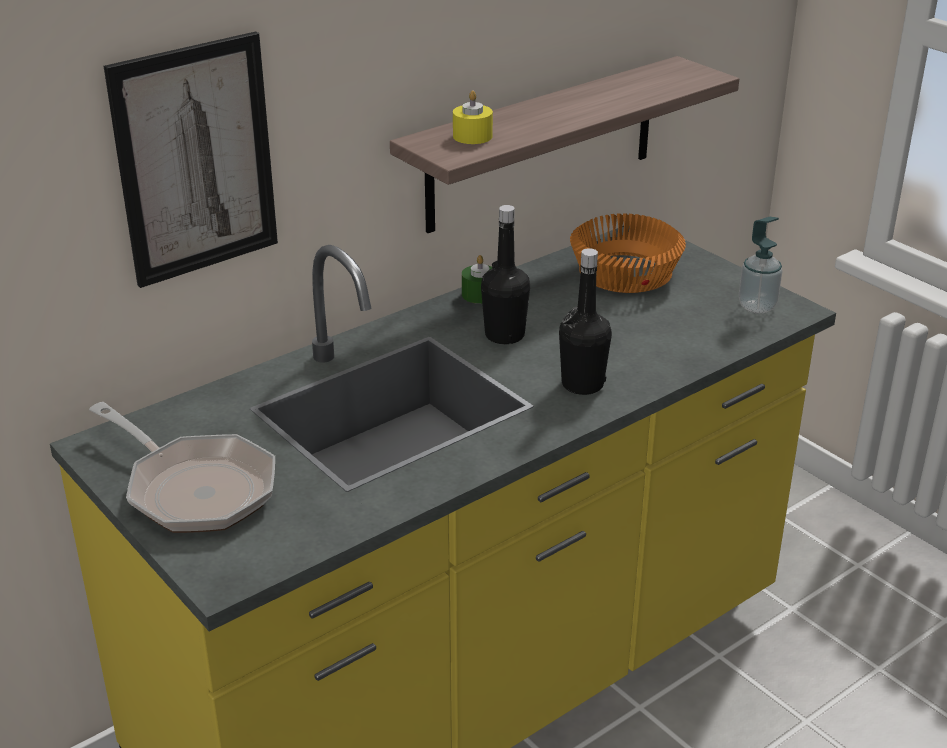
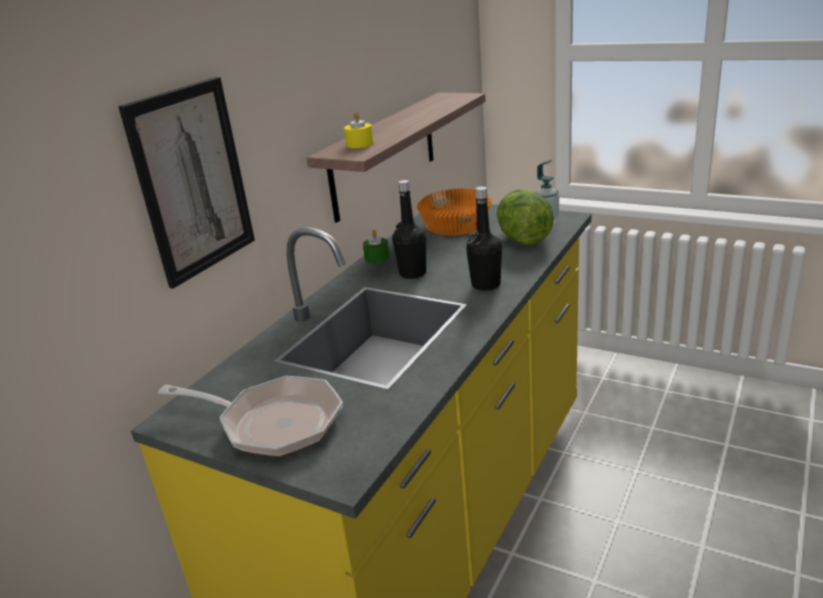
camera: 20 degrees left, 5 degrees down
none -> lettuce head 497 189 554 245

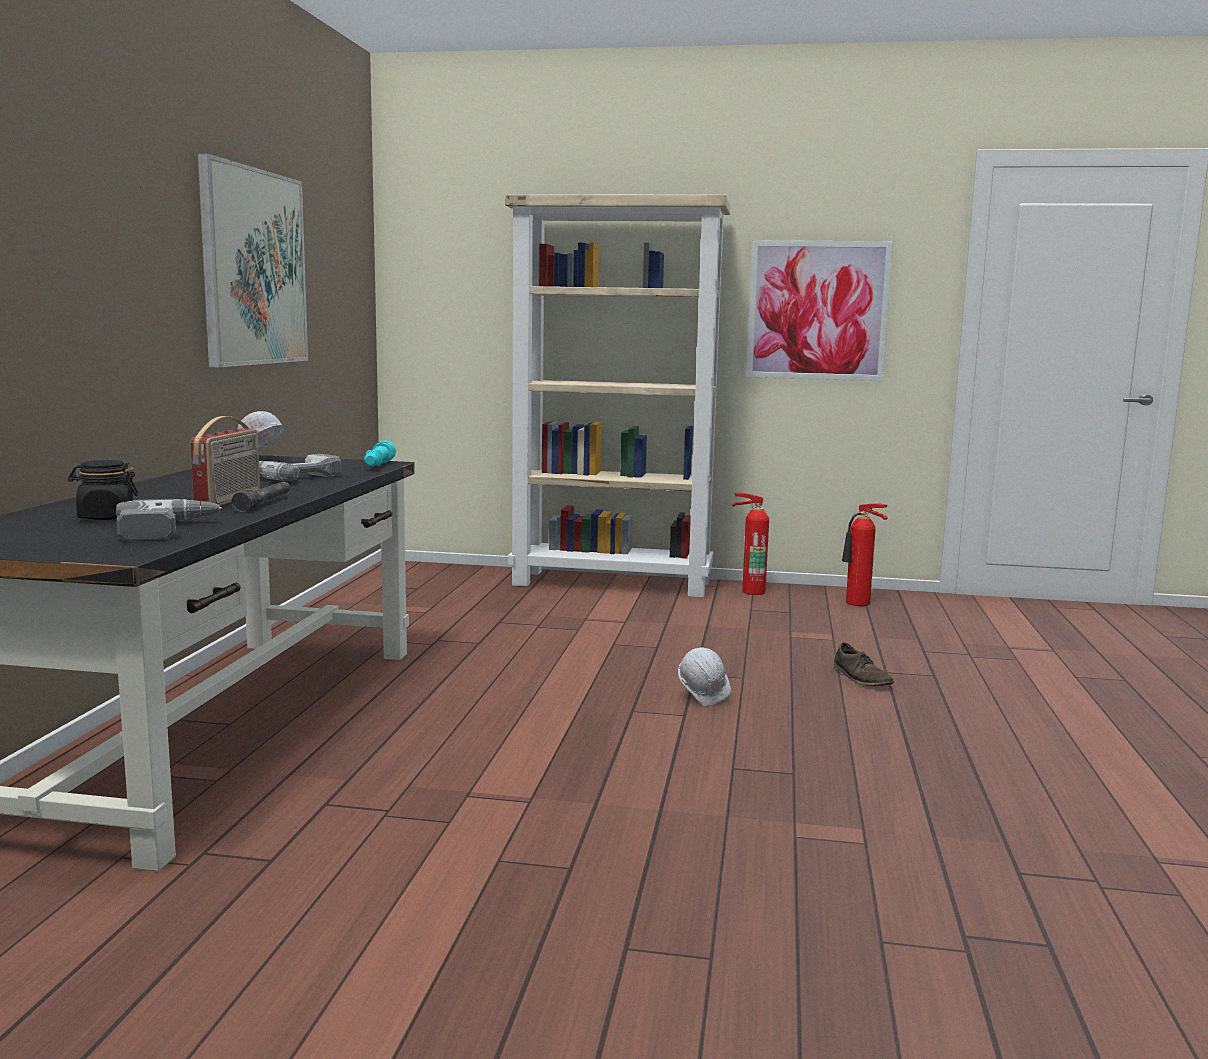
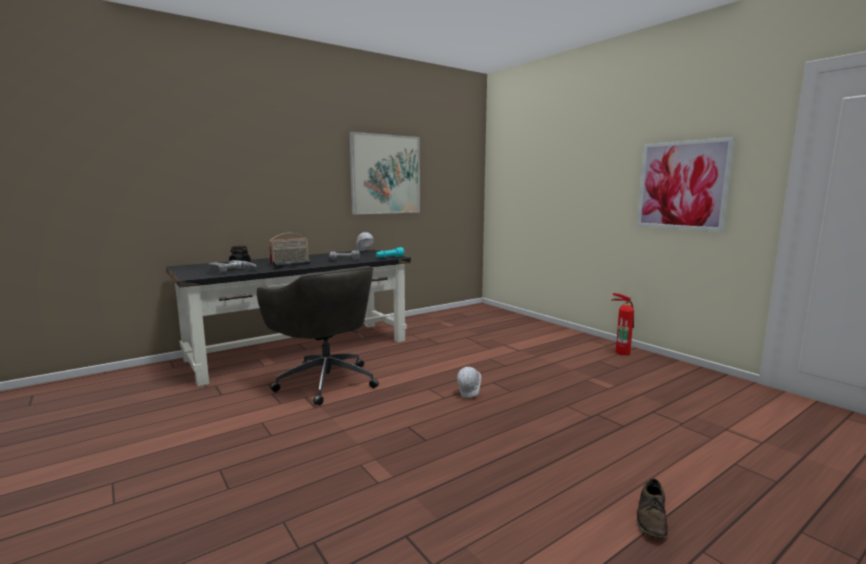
camera: 45 degrees right, 0 degrees up
sand-coloured bookshelf 505 194 731 597 -> none
fire extinguisher 842 503 888 606 -> none
brownish shoe 834 642 894 686 -> brownish shoe 637 479 668 539, moved
none -> grey desk chair 257 266 379 405

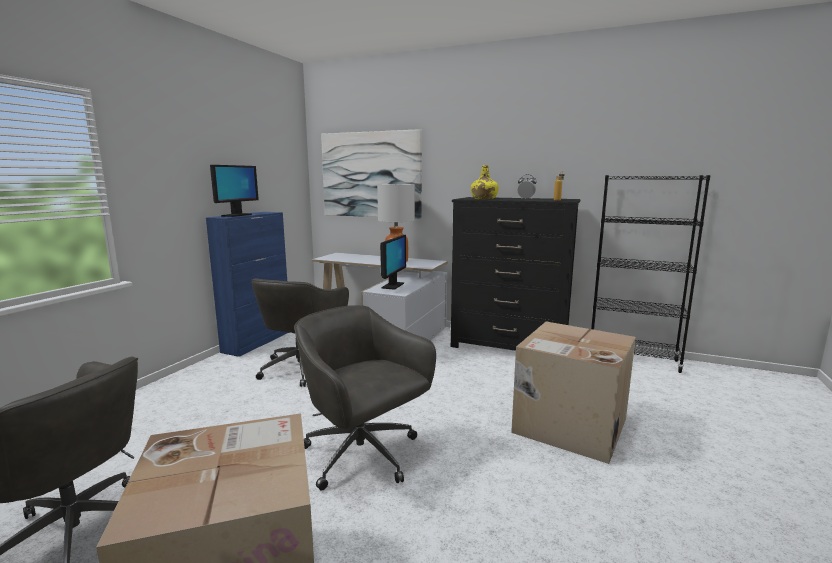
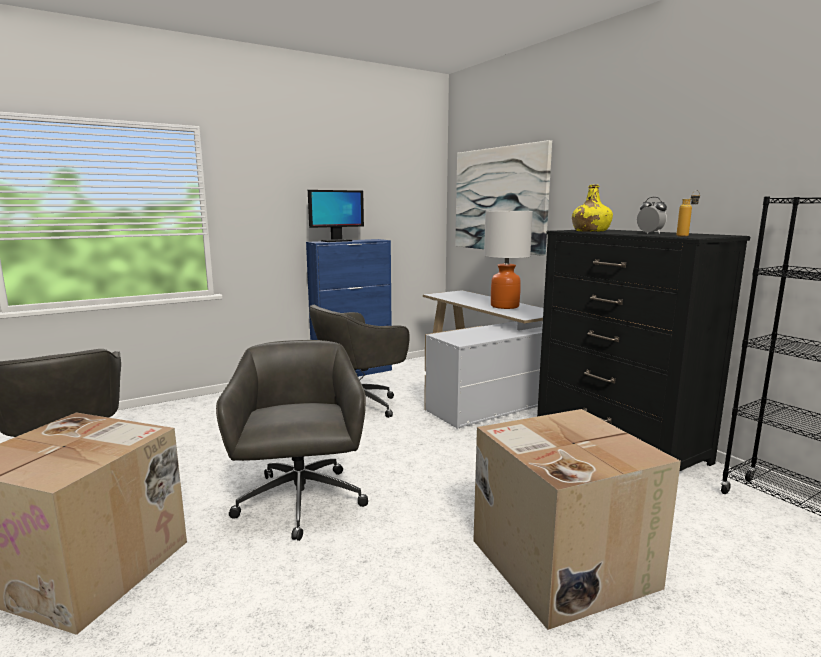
camera: 35 degrees right, 0 degrees up
computer screen 380 235 406 290 -> none

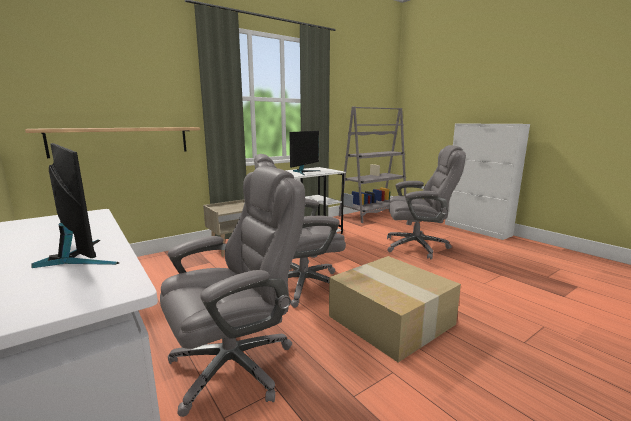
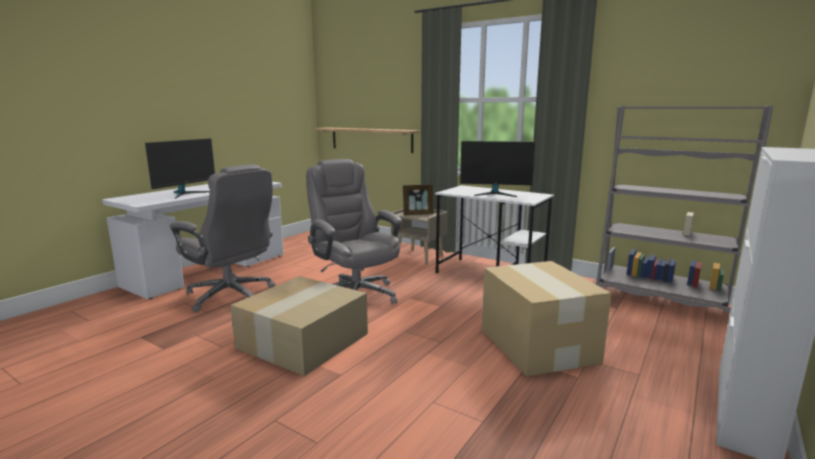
camera: 70 degrees right, 0 degrees up
grey desk chair 387 145 466 259 -> cardboard box 482 261 611 377
none -> picture frame 403 184 434 215

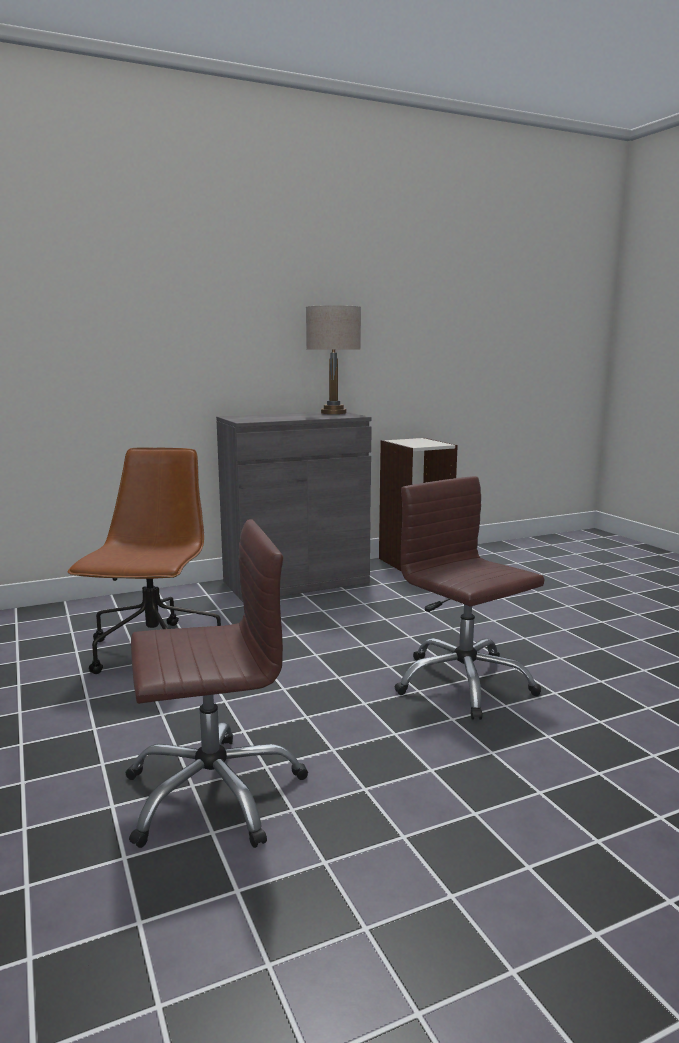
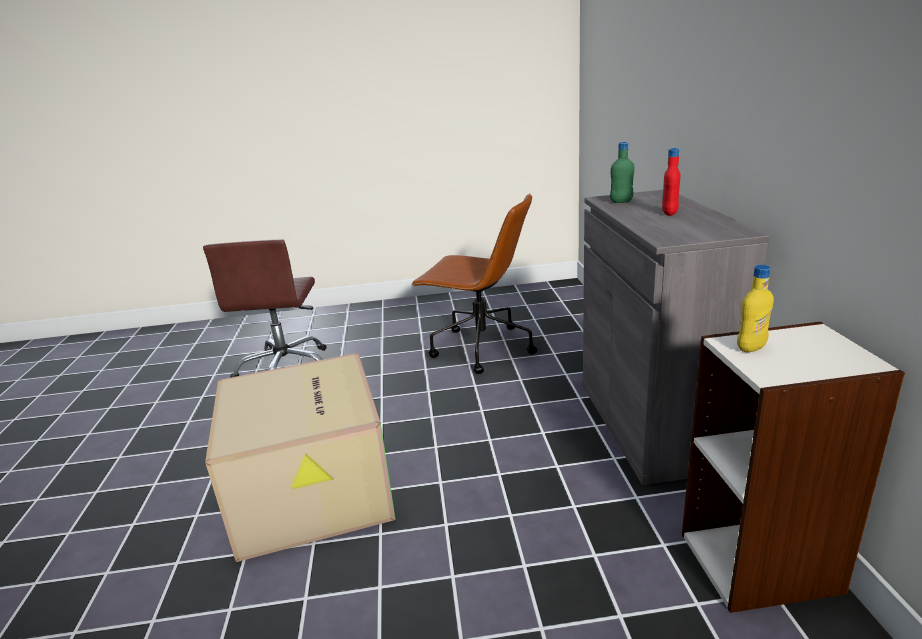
camera: 110 degrees right, 10 degrees up
sand-coloured table lamp 306 305 361 414 -> none
brownish desk chair 394 476 545 720 -> cardboard box 205 353 396 562
none -> green beverage bottle 610 142 635 203
none -> reddish beverage bottle 662 148 680 216
none -> yellow-coloured beverage bottle 737 265 774 352

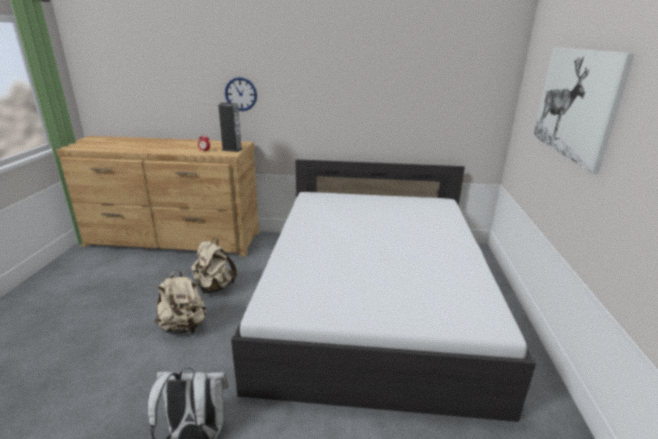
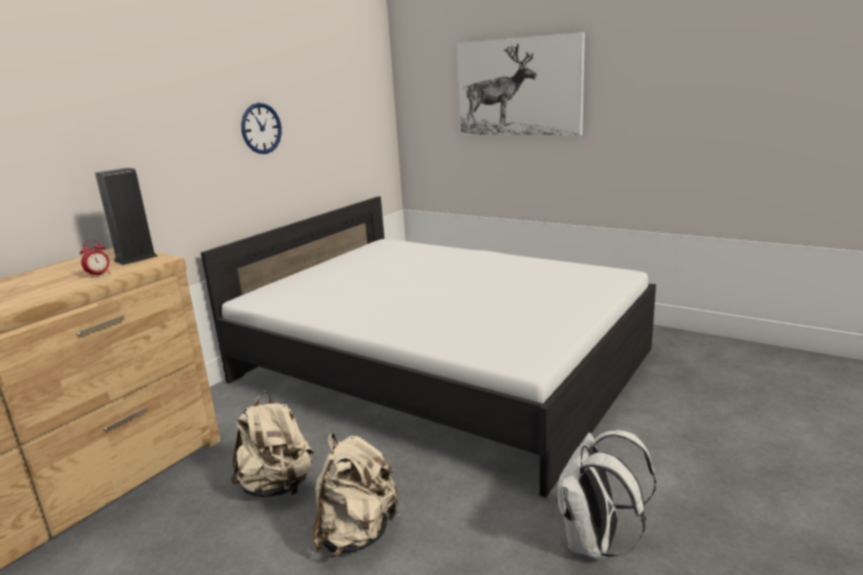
camera: 60 degrees left, 5 degrees down
clock on the wall 225 77 257 111 -> clock on the wall 241 103 282 154, moved

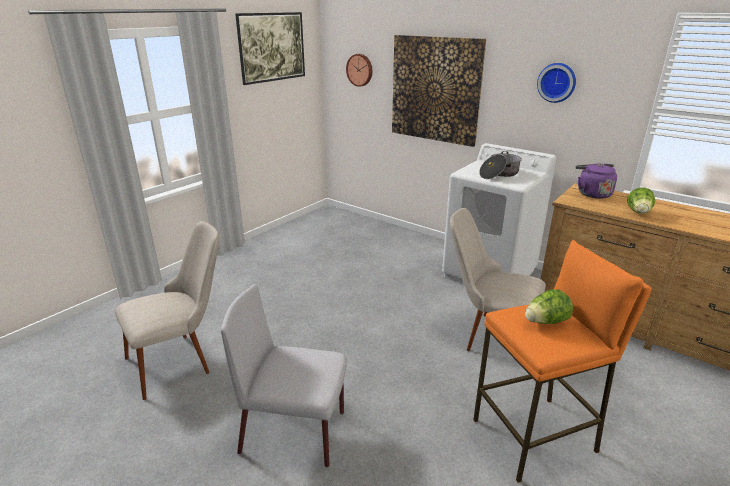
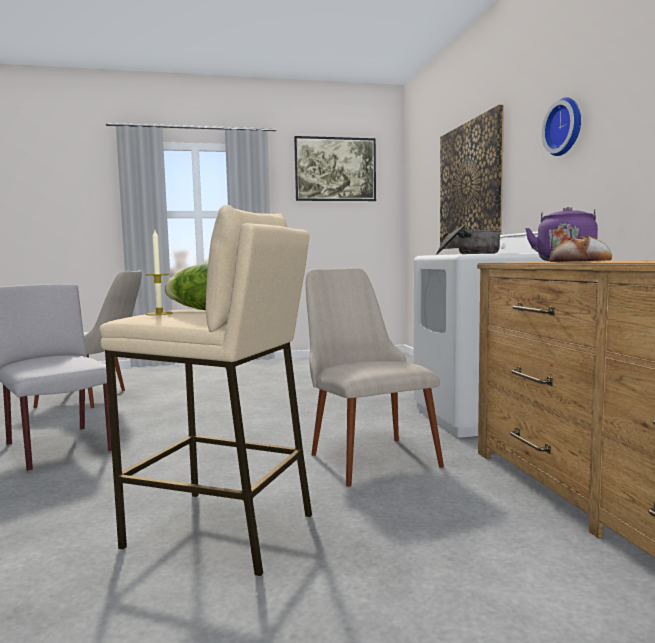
camera: 40 degrees right, 20 degrees down
clock on the wall 346 54 372 87 -> none
lettuce head 627 187 655 214 -> bakery bread 550 235 612 262
orangey stool 473 240 652 483 -> sand-coloured stool 99 205 312 577
none -> wax candle 146 230 173 315

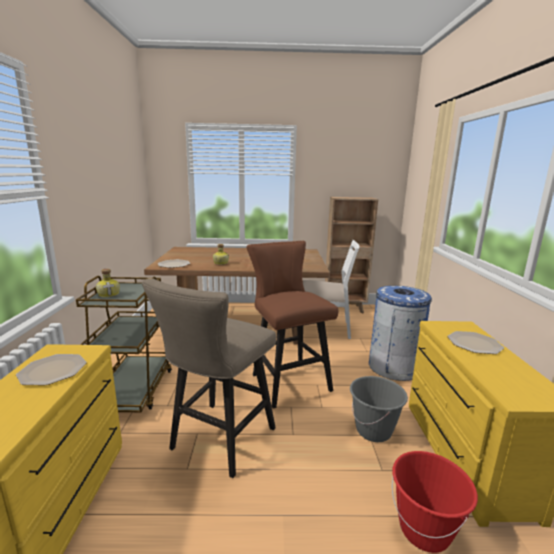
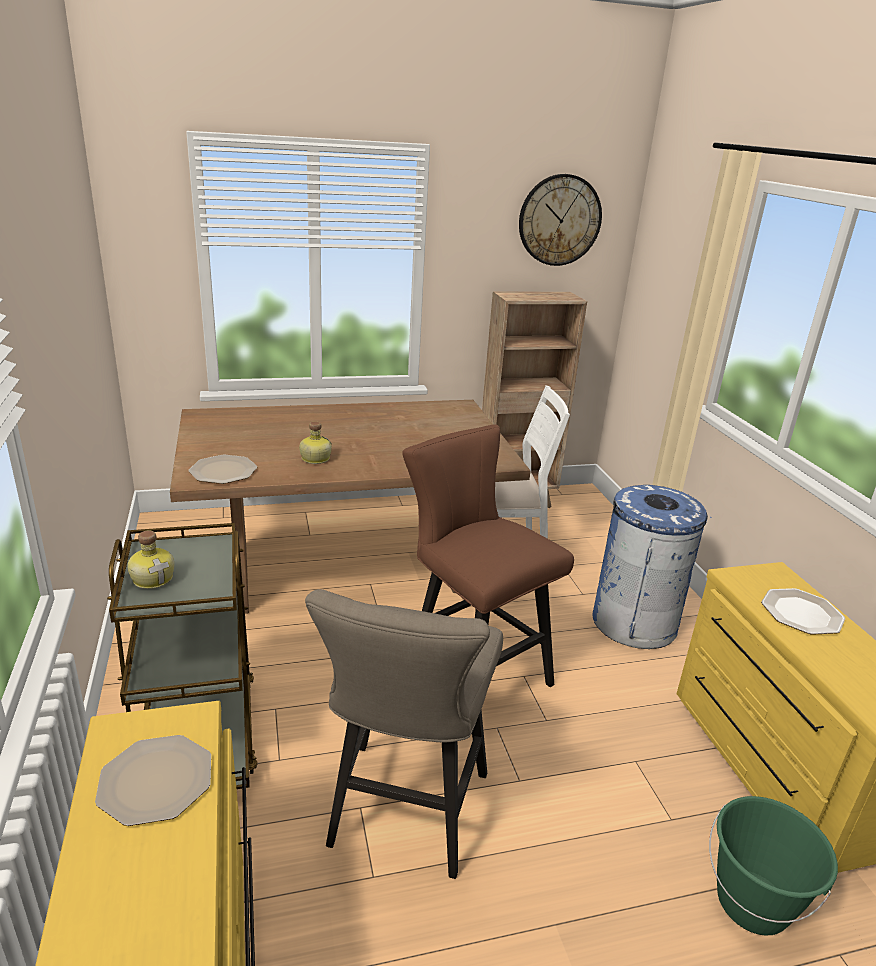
camera: 15 degrees left, 10 degrees up
grey pail 350 376 408 442 -> none
reddish pail 392 451 478 553 -> green pail 709 796 838 936
none -> clock on the wall 519 174 602 266

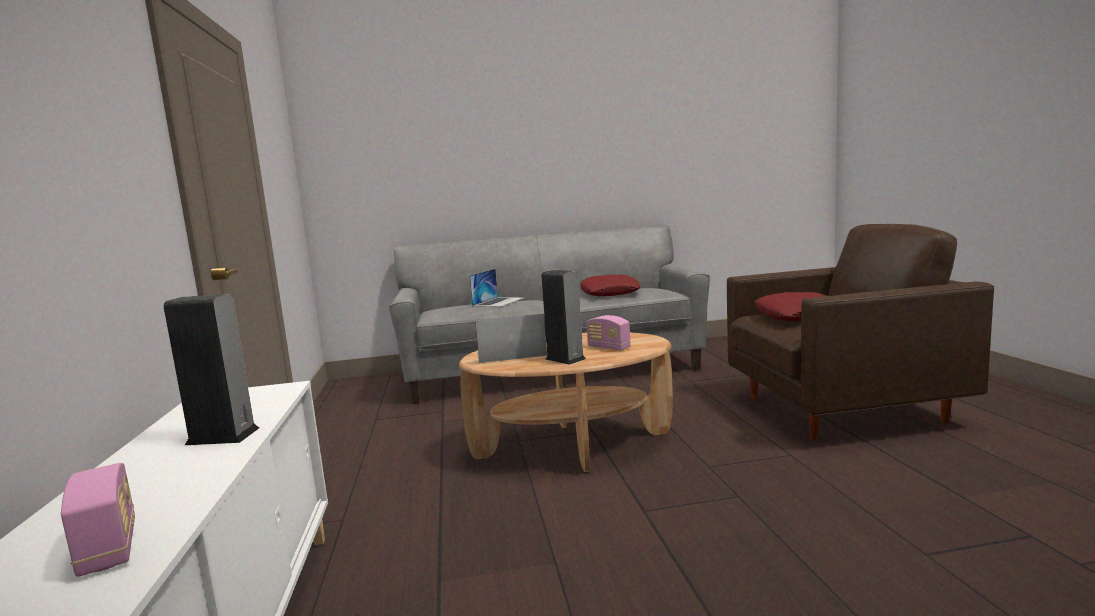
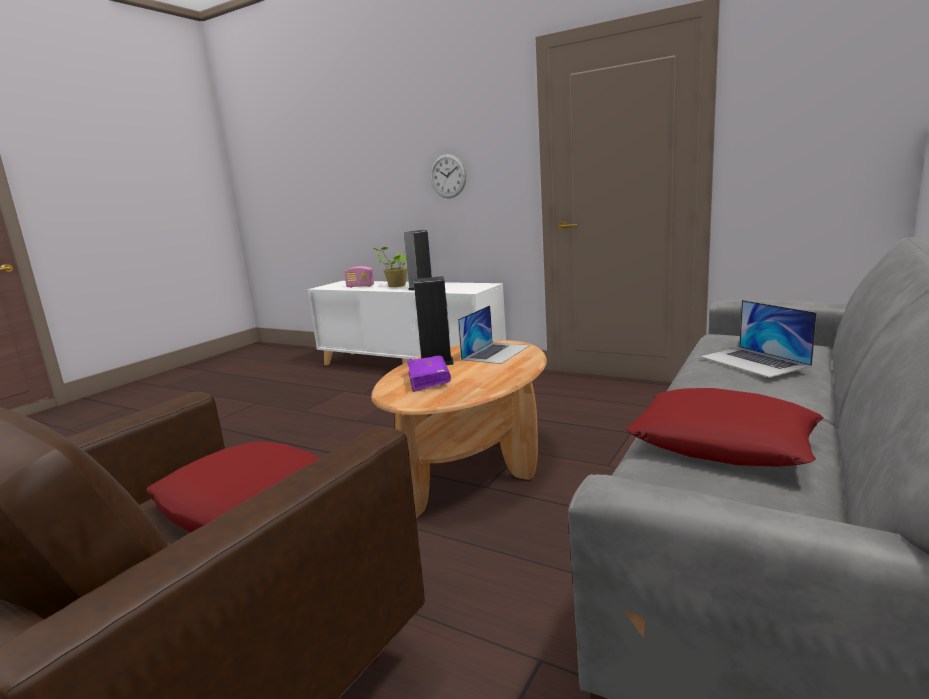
camera: 130 degrees right, 5 degrees up
radio set 586 315 631 351 -> purple volume 407 356 451 392
none -> clock on the wall 430 154 466 198
none -> houseplant 374 247 407 287

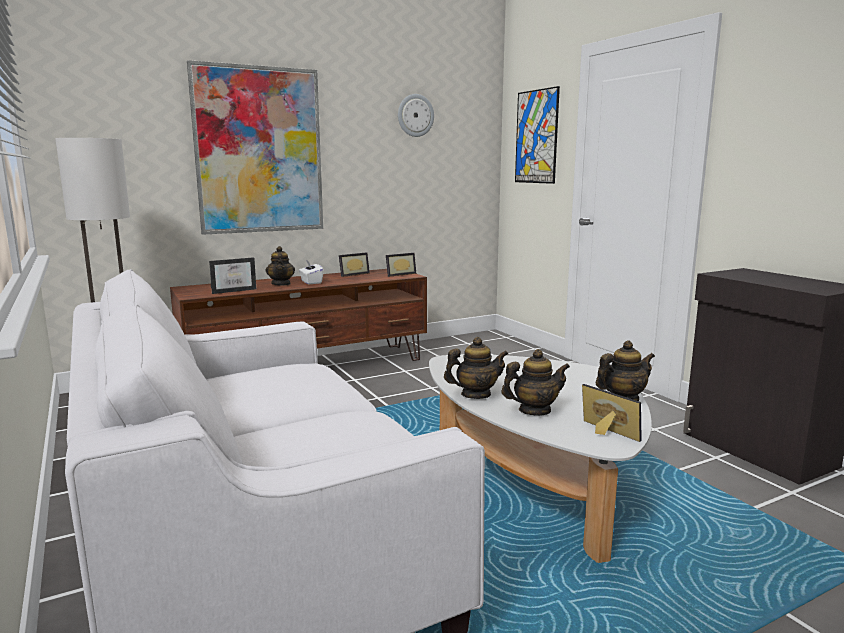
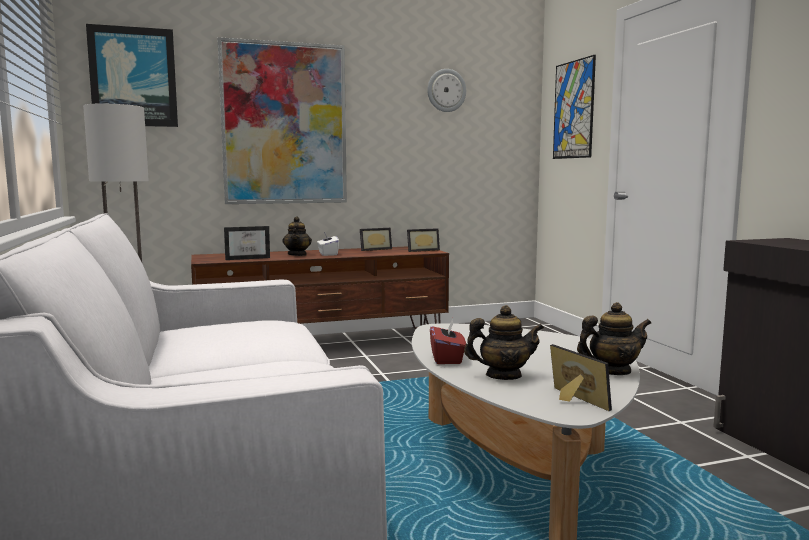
camera: 10 degrees right, 5 degrees down
teapot 444 337 508 399 -> reddish tissue box 430 318 466 364
none -> wall art 86 24 178 127

